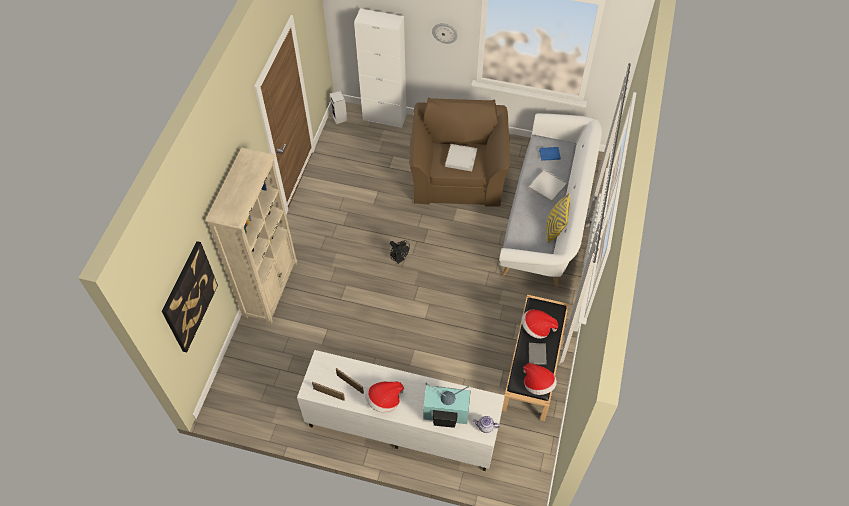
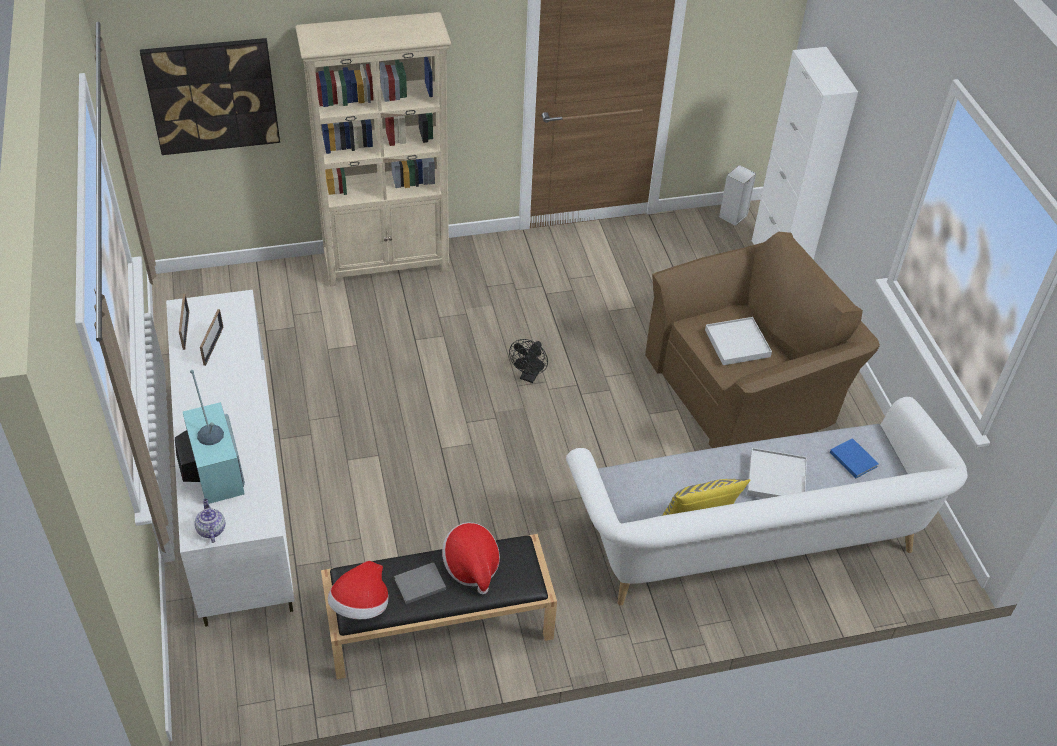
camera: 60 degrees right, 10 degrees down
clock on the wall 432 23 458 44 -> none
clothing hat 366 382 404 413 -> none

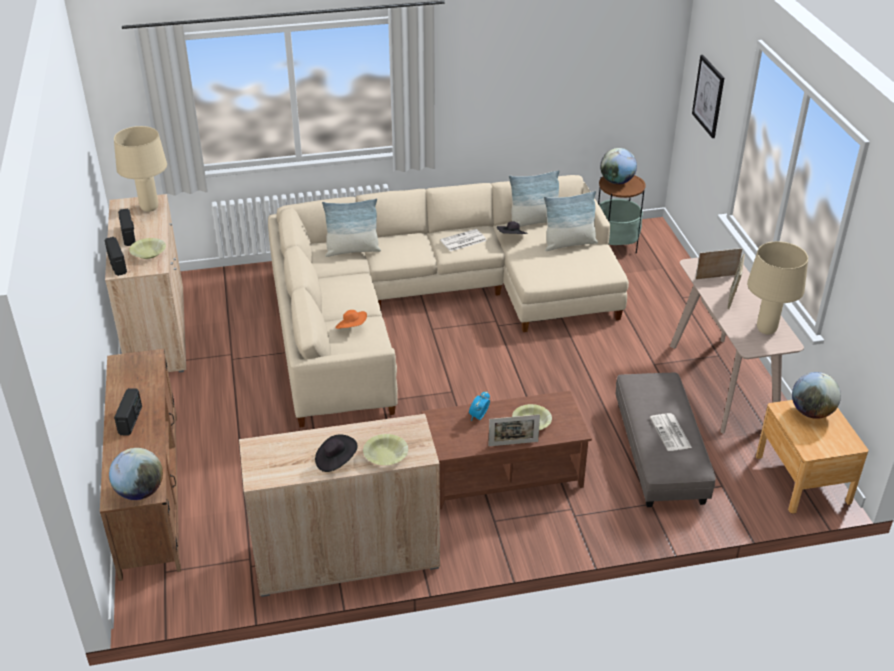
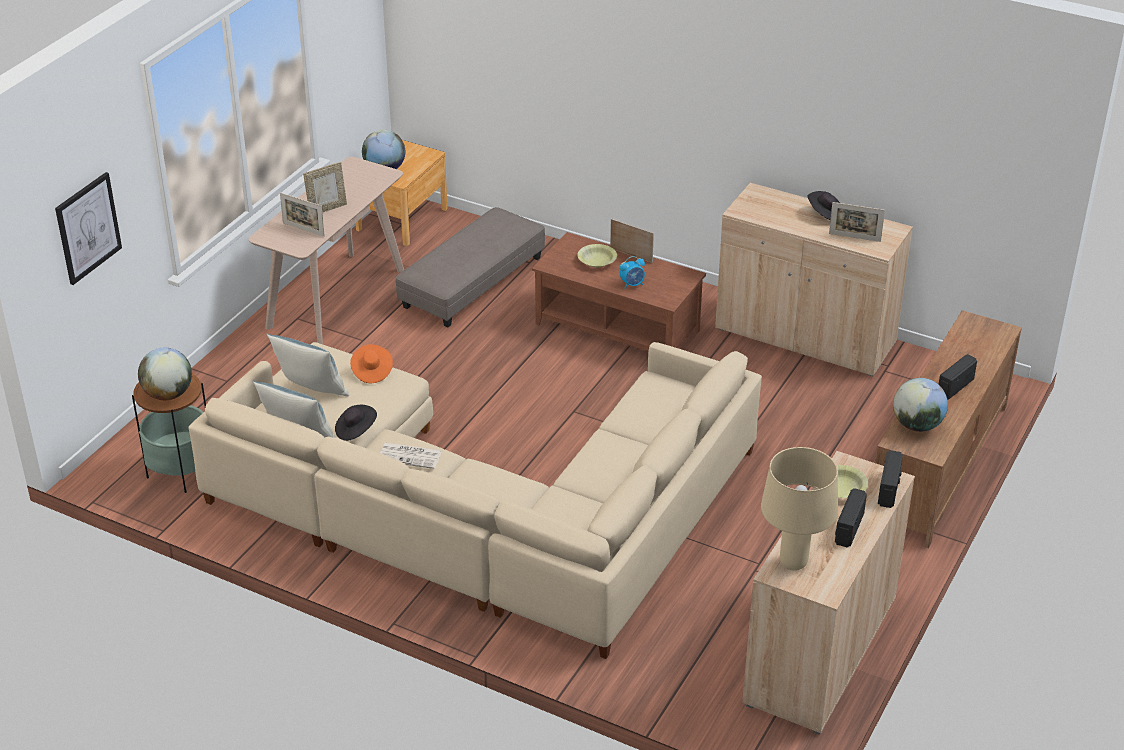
camera: 140 degrees left, 0 degrees up
cushion 322 198 381 257 -> none
sand-coloured table lamp 747 241 808 335 -> none
orangey clothing hat 335 310 367 329 -> orangey clothing hat 350 344 393 383, moved
printed paper 650 413 692 451 -> none
yellow-coloured serving bowl 363 434 408 465 -> none
globe 109 448 163 500 -> globe 893 378 948 432, moved
none -> picture frame 829 202 885 242

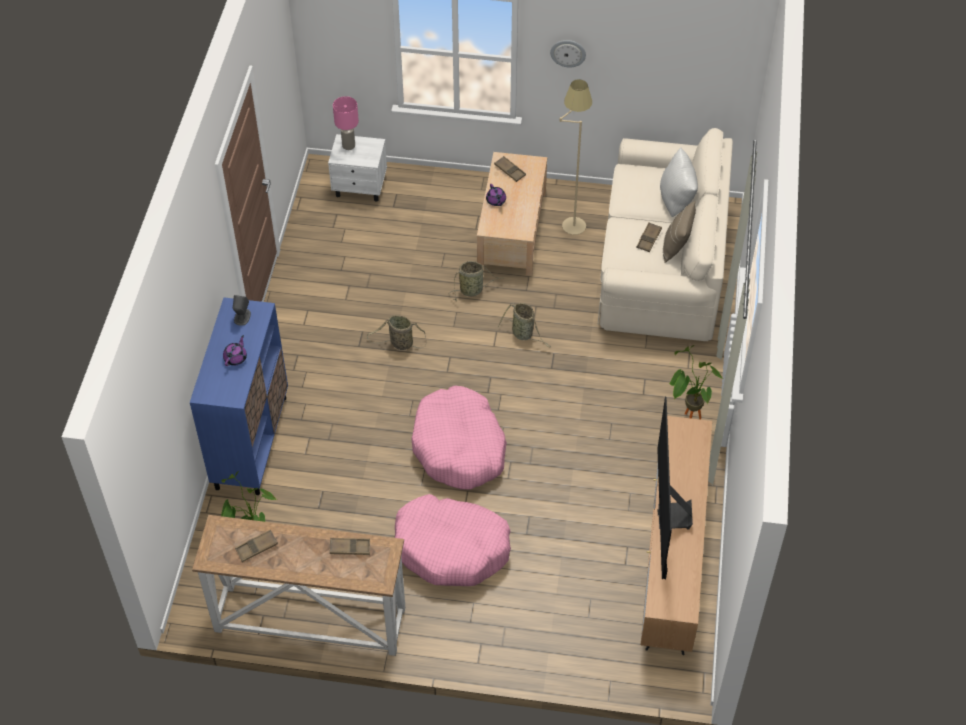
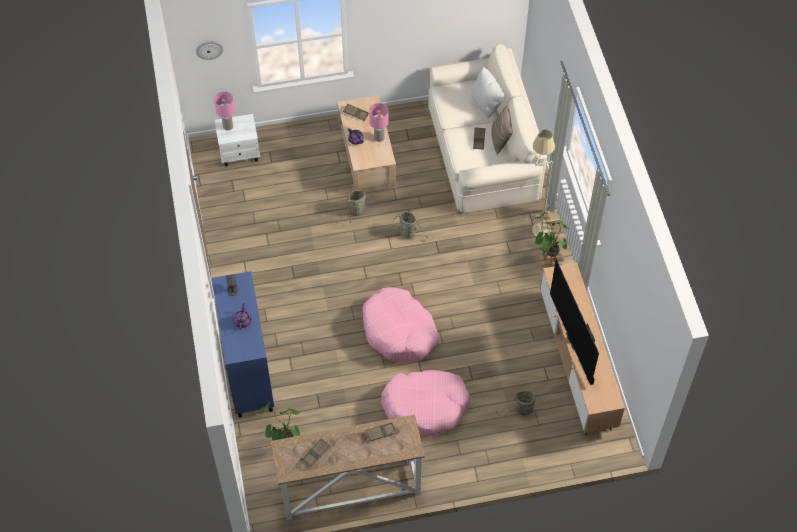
camera: 20 degrees left, 5 degrees up
clock on the wall 550 40 586 68 -> clock on the wall 196 41 223 60, moved
sand-coloured floor lamp 560 79 592 235 -> sand-coloured floor lamp 532 130 555 237, moved
basket 367 315 426 350 -> basket 496 391 543 416, moved
none -> pinkish table lamp 369 103 389 142

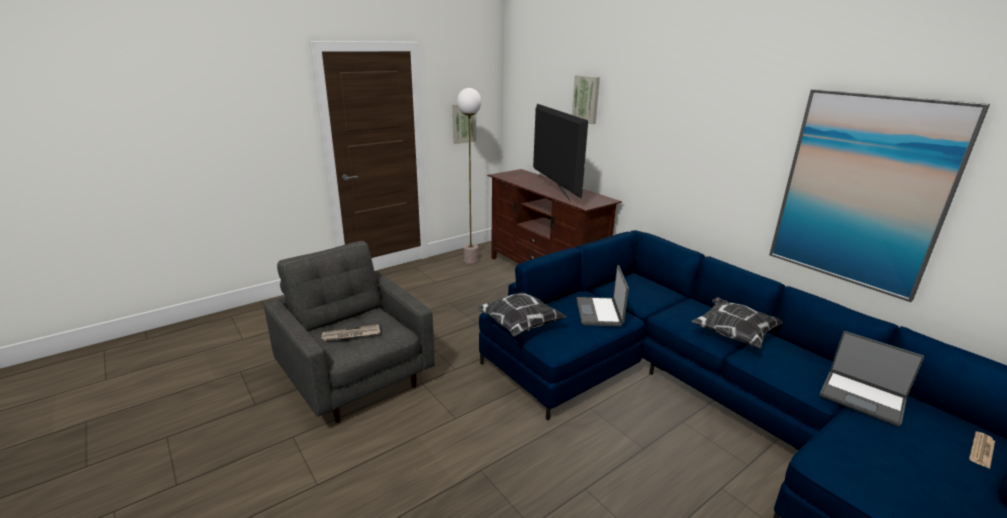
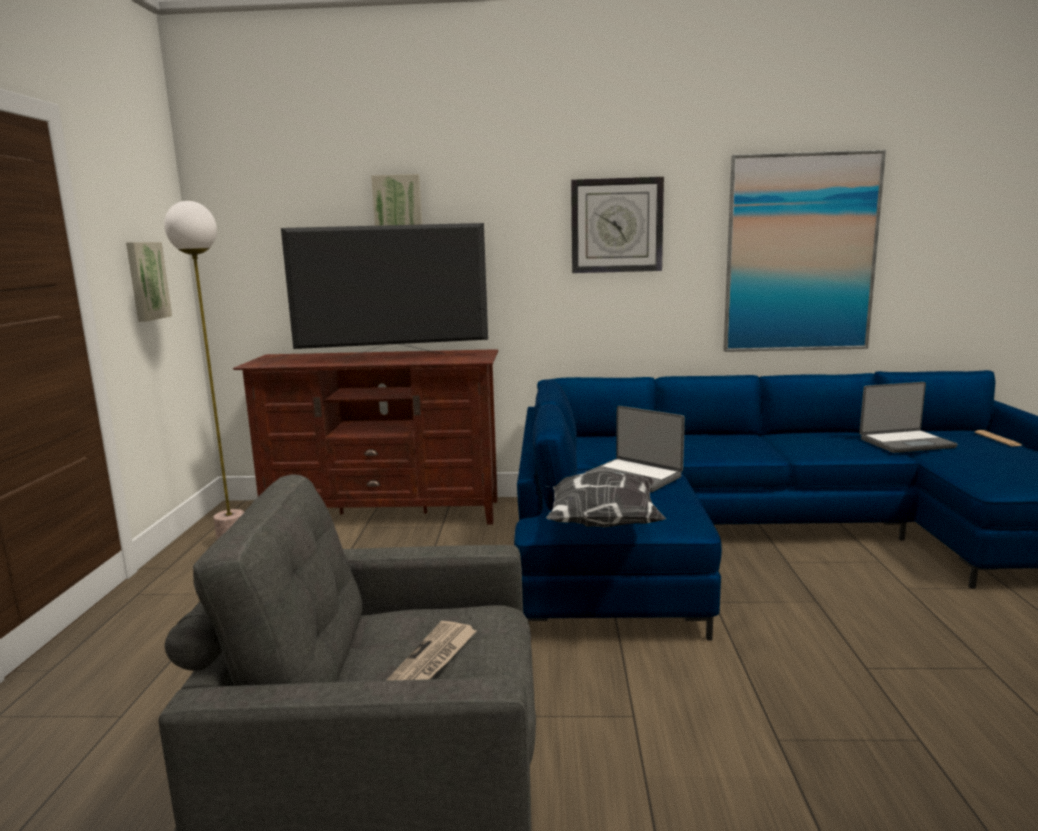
camera: 50 degrees left, 10 degrees down
TV 533 104 588 201 -> TV 281 223 488 362, 150 degrees clockwise
cushion 691 297 783 348 -> none
none -> clock on the wall 571 177 664 273

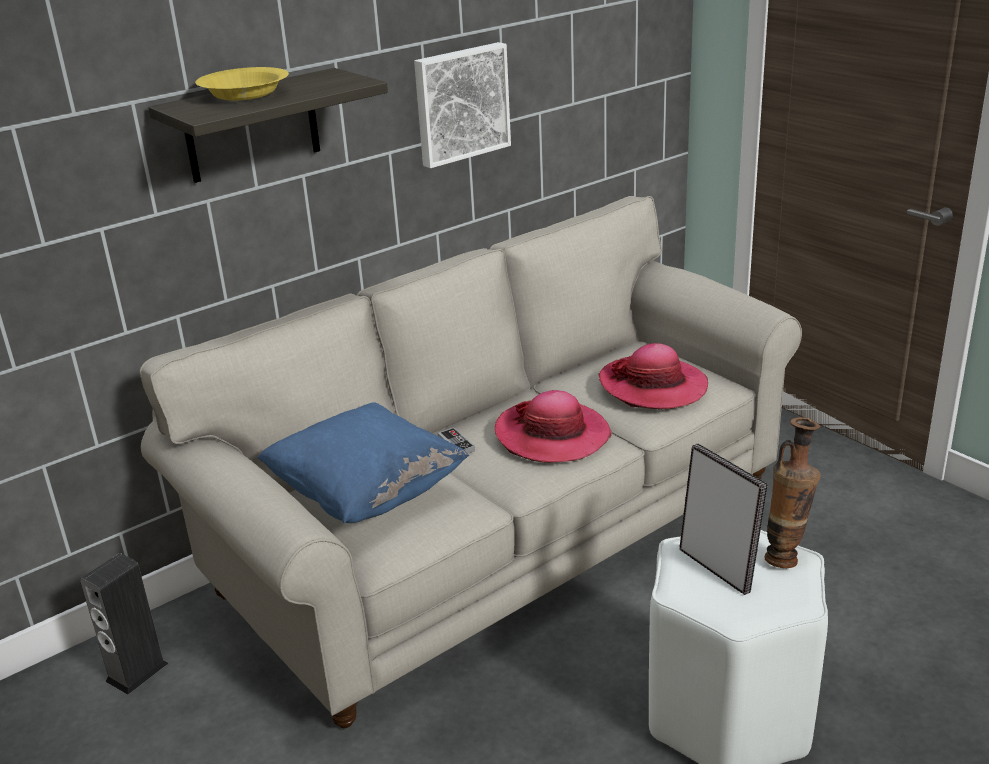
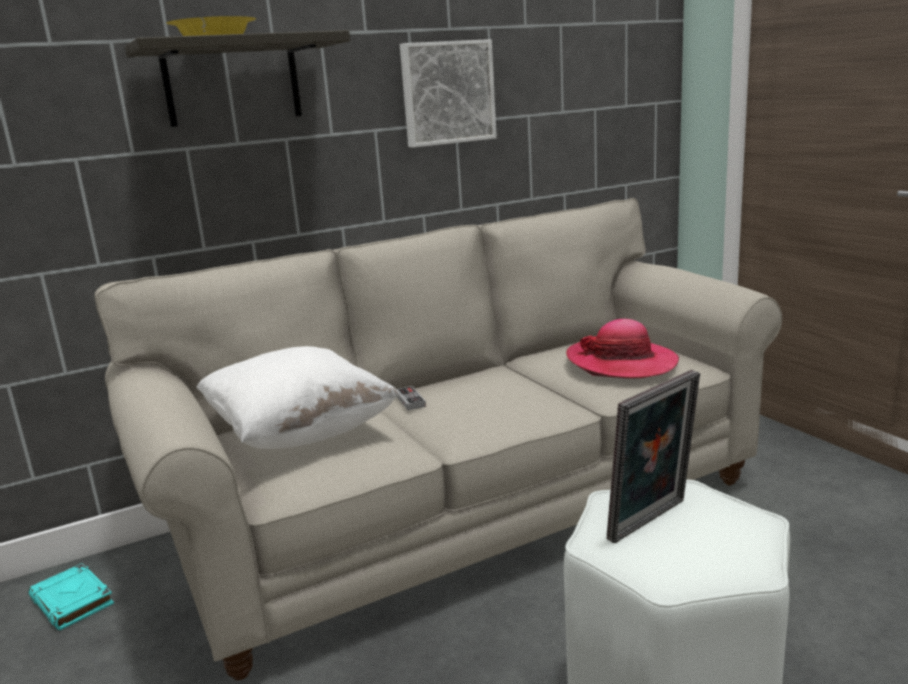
camera: 10 degrees right, 10 degrees down
clothing hat 495 390 612 463 -> none
blue-coloured cushion 257 402 469 523 -> whitish cushion 197 346 400 449
decorative vase 765 417 821 568 -> none
picture frame 679 444 768 595 -> picture frame 607 370 700 544, 75 degrees clockwise
audio speaker 80 553 168 695 -> turquoise volume 28 563 114 630

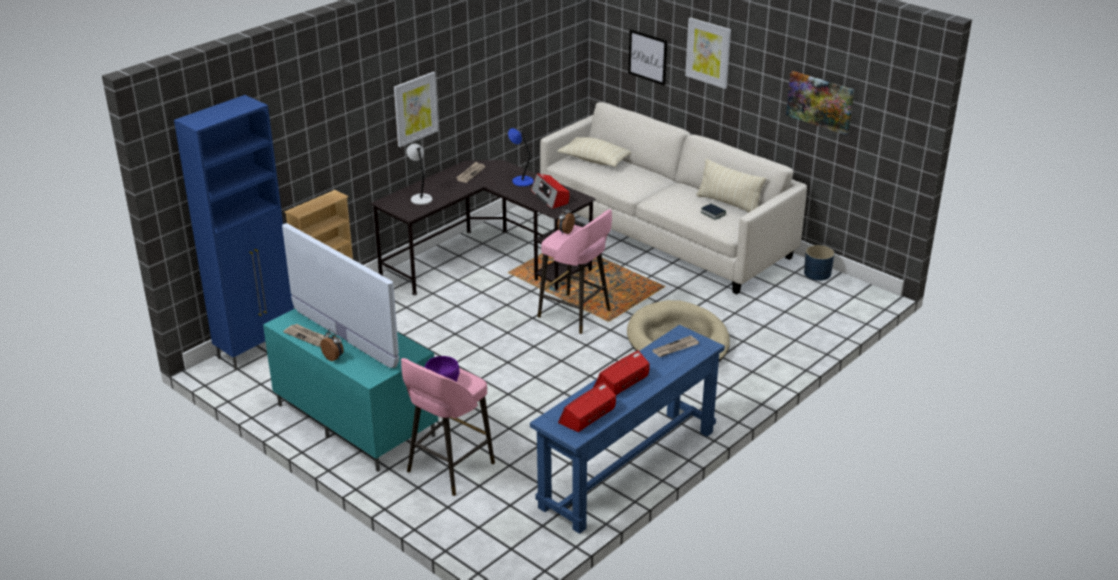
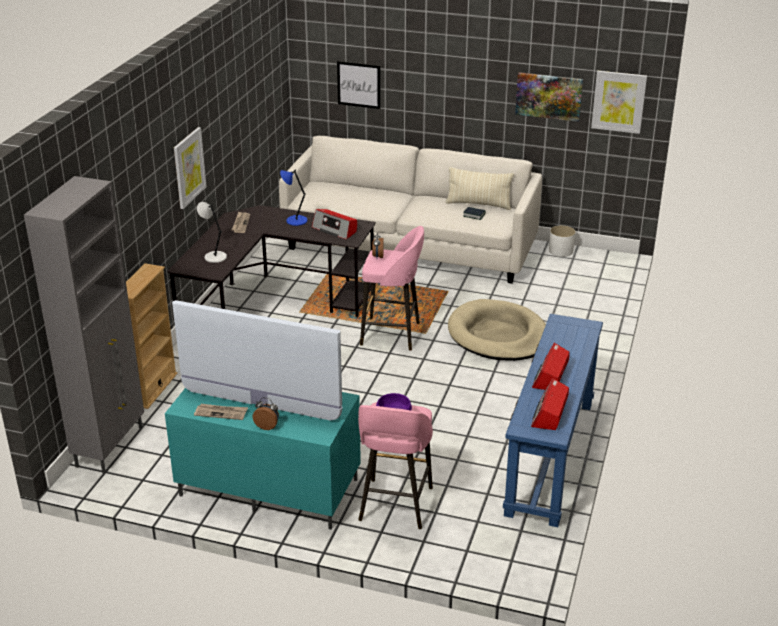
camera: 25 degrees left, 0 degrees up
wall art 685 17 731 89 -> wall art 591 71 647 134, moved
blue-coloured cupboard 174 95 294 370 -> grey cupboard 24 176 144 474
sand-coloured cushion 557 137 631 167 -> none
blue-coloured plant pot 804 245 834 281 -> whitish plant pot 549 225 576 257
printed paper 652 335 699 357 -> none

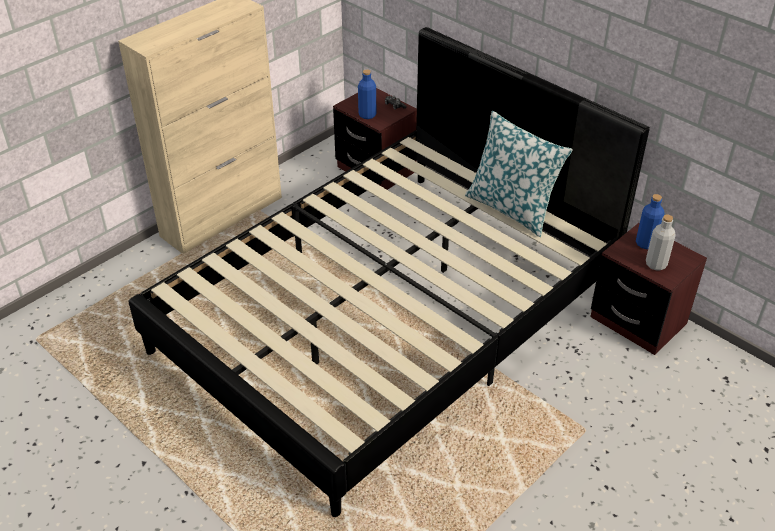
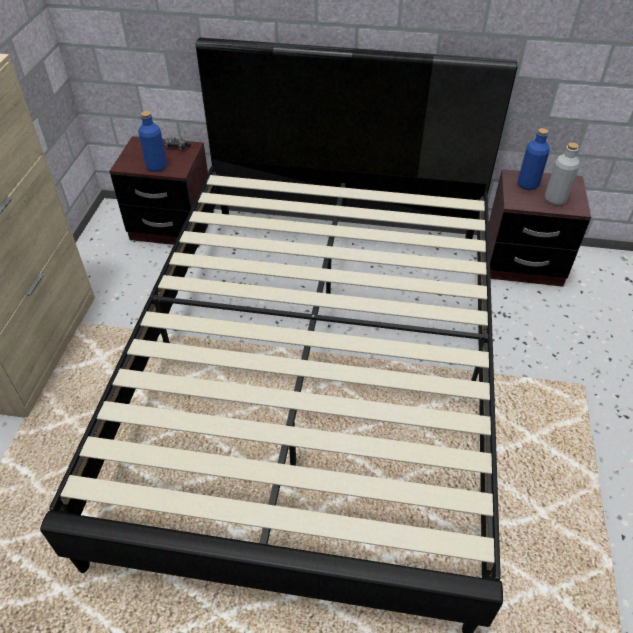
camera: 35 degrees left, 5 degrees up
cushion 465 111 573 237 -> none

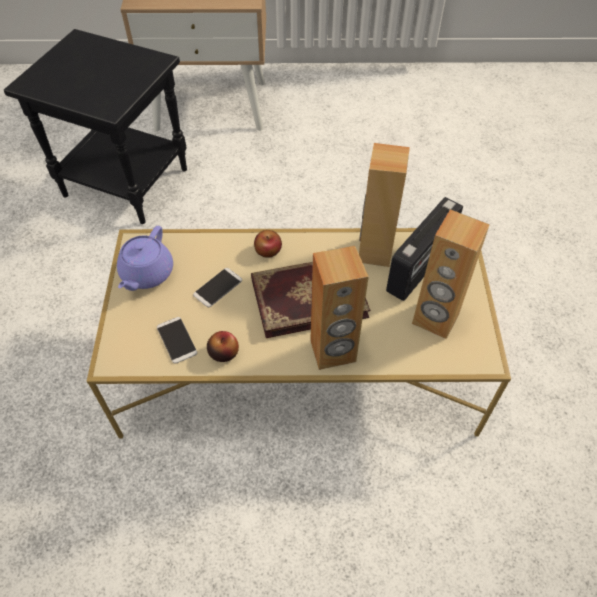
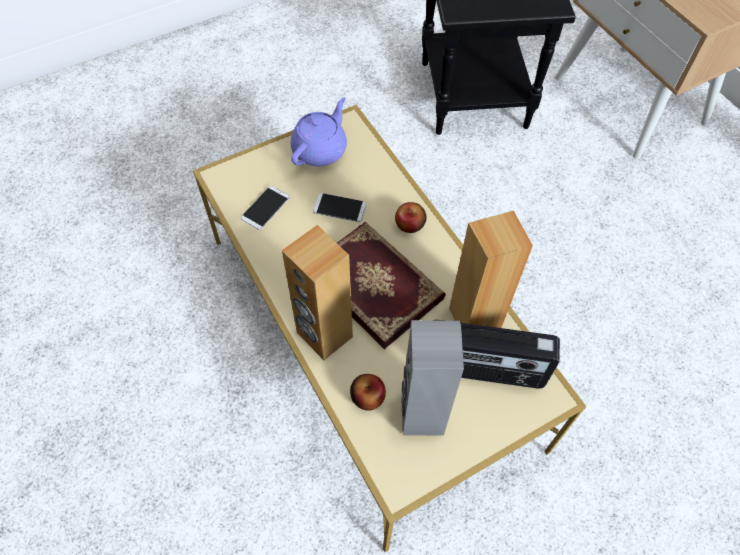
camera: 60 degrees right, 5 degrees up
brownish audio speaker 412 209 490 339 -> grey audio speaker 402 320 464 436
purple teapot 117 226 173 291 -> purple teapot 291 97 347 166, 135 degrees clockwise
whole apple 207 331 239 362 -> whole apple 350 374 386 411, moved

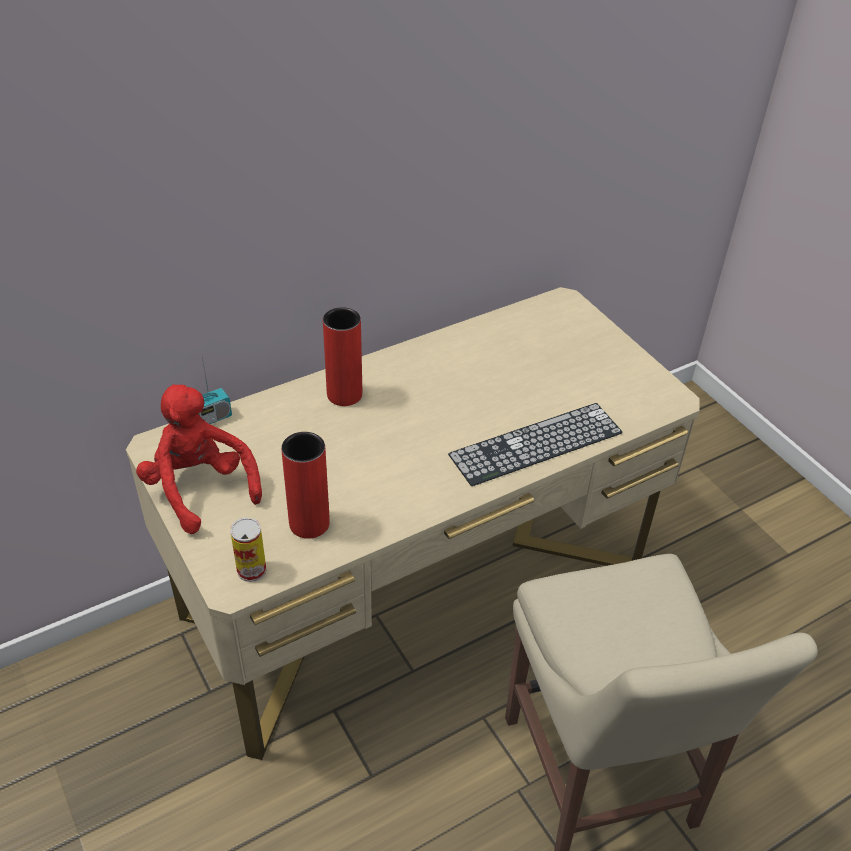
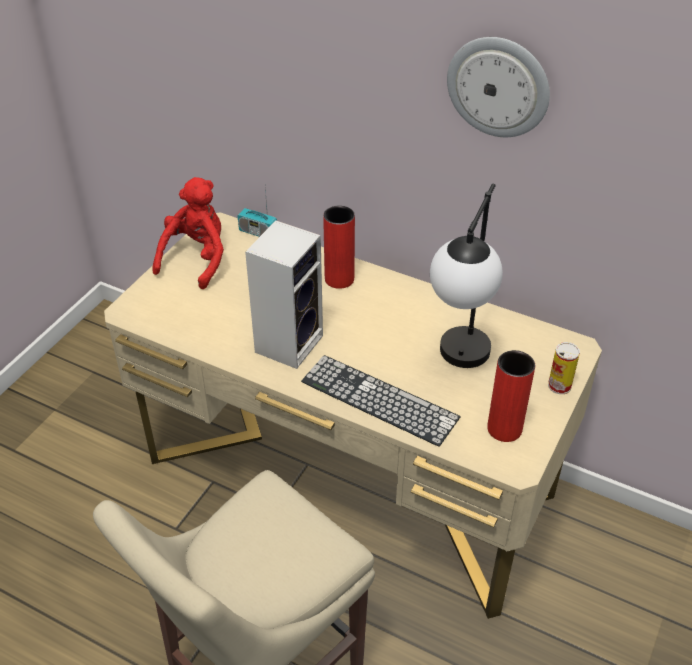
camera: 60 degrees right, 0 degrees up
reddish decorative vase 281 432 330 539 -> reddish decorative vase 487 350 535 442, moved
can 230 517 266 582 -> can 548 342 580 394, moved
none -> clock on the wall 447 37 550 137
none -> table lamp 430 184 503 368
none -> audio speaker 245 221 323 369

